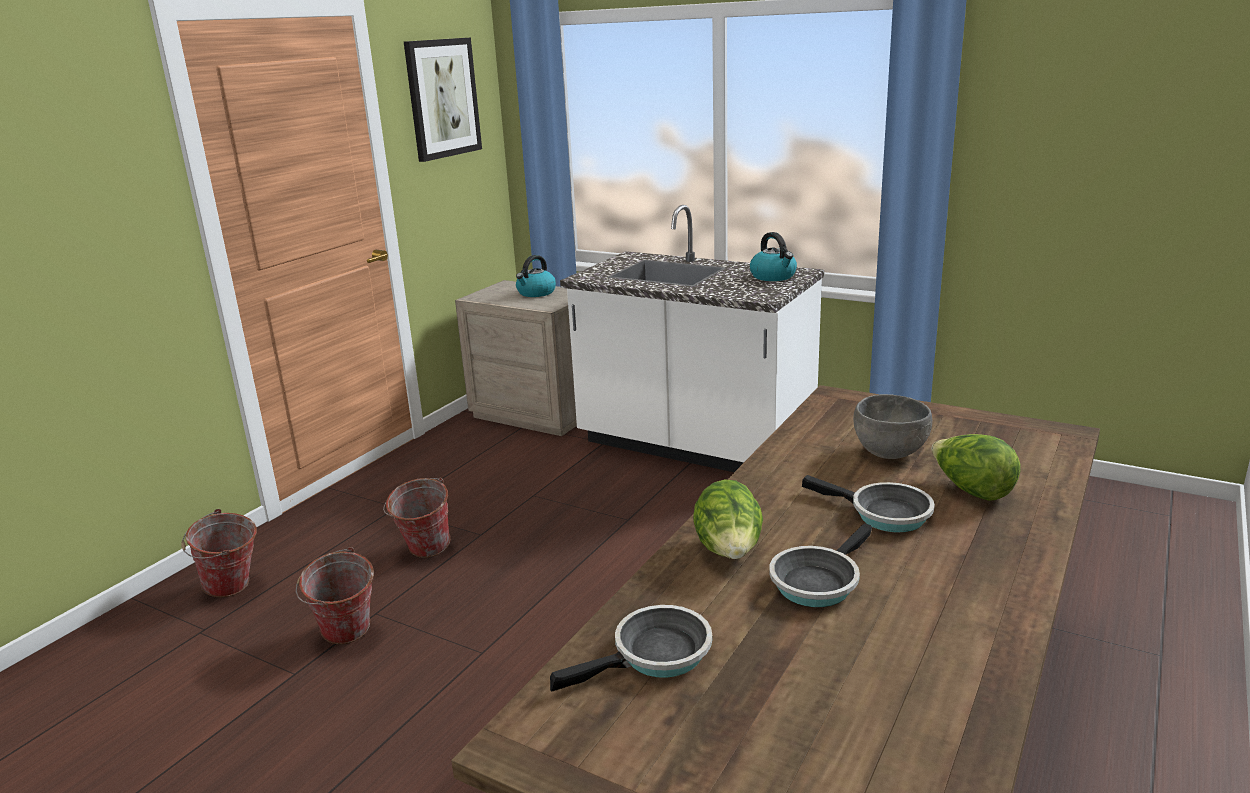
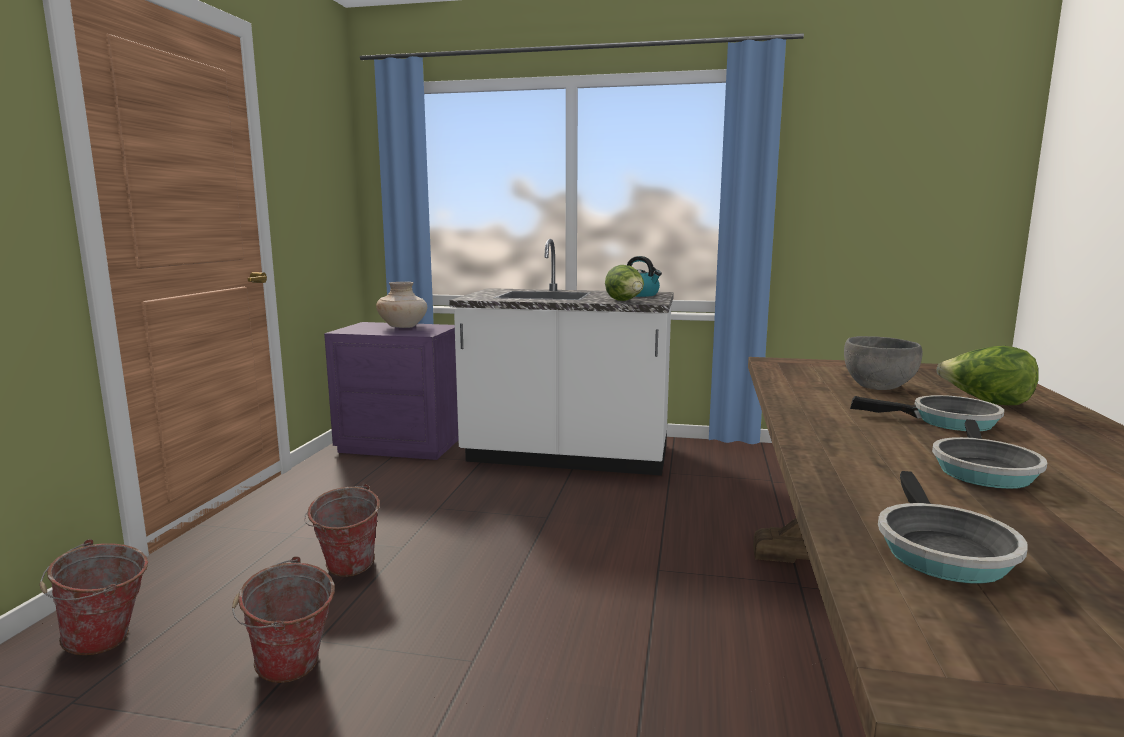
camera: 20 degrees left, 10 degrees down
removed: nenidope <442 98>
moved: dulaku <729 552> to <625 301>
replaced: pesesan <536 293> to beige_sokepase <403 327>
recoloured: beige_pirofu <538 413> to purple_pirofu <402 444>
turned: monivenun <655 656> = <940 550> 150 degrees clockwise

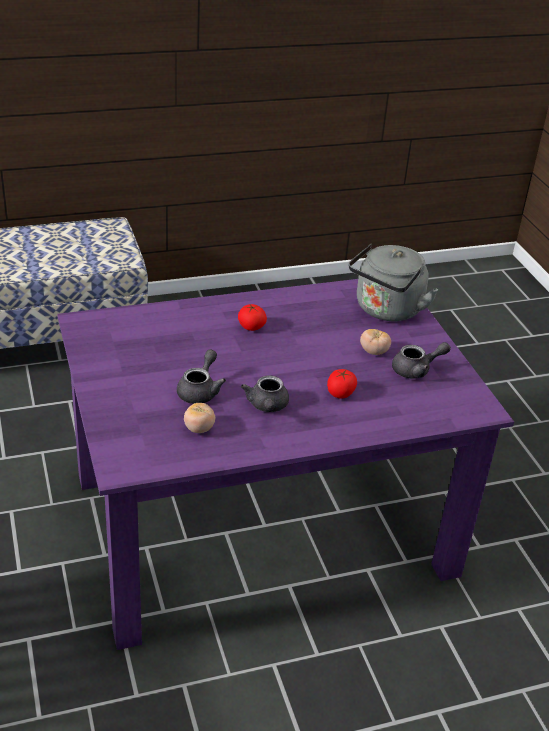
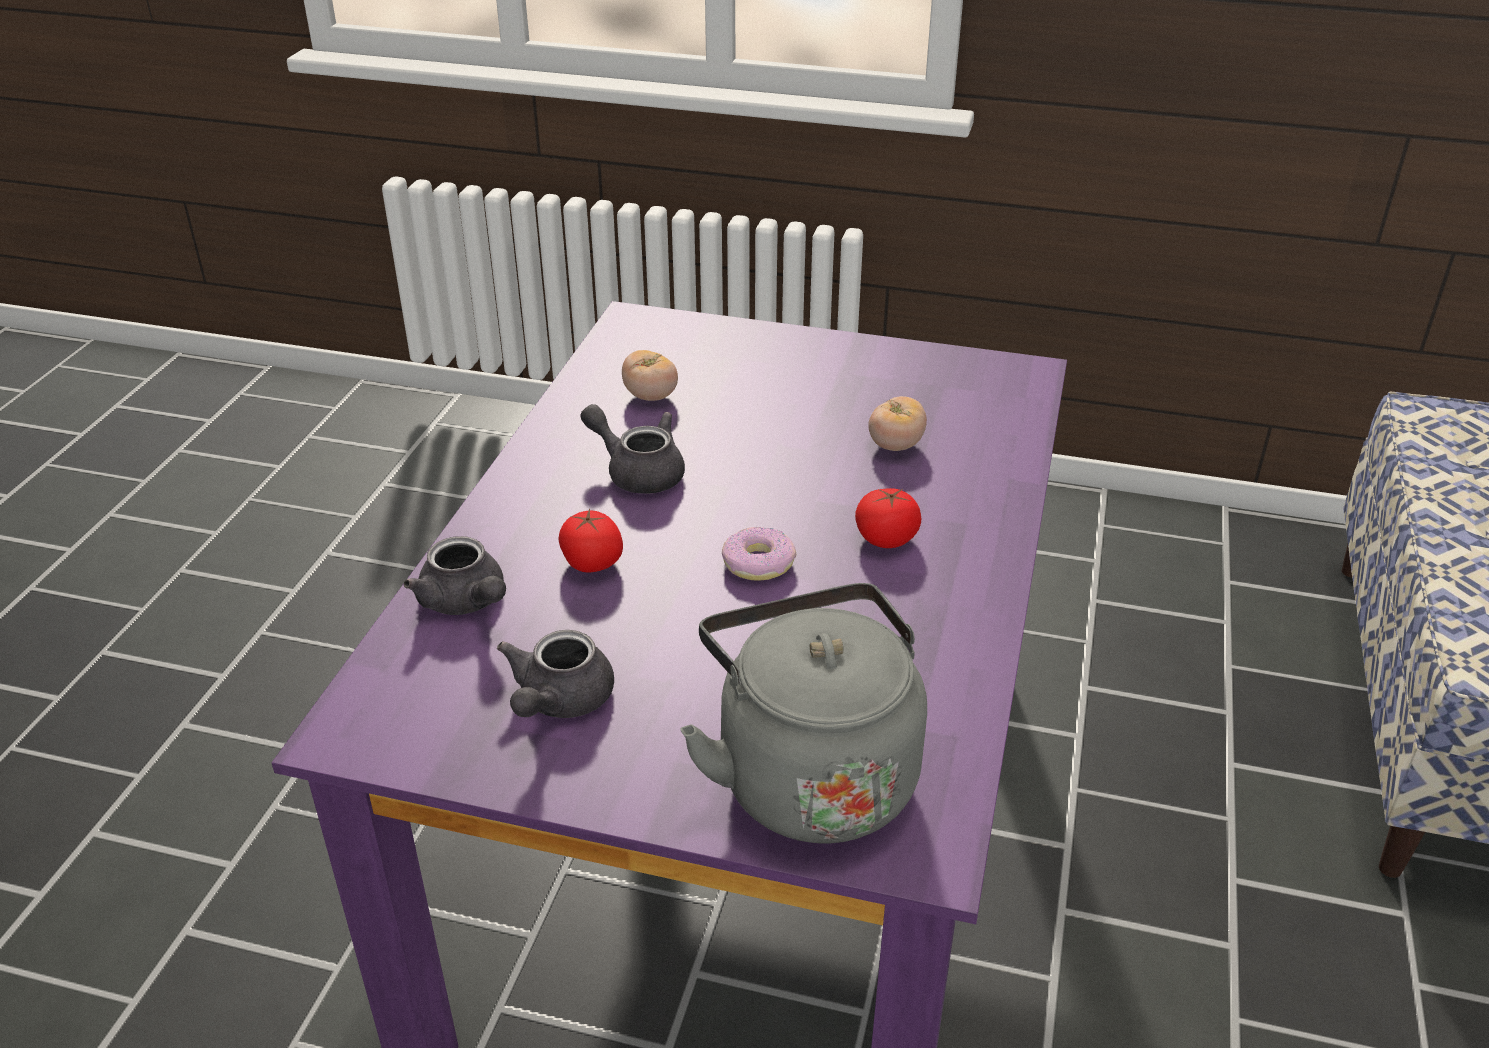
camera: 125 degrees right, 0 degrees up
added: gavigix <758 563>
moved: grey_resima <200 390> to <466 602>; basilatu <374 352> to <895 445>

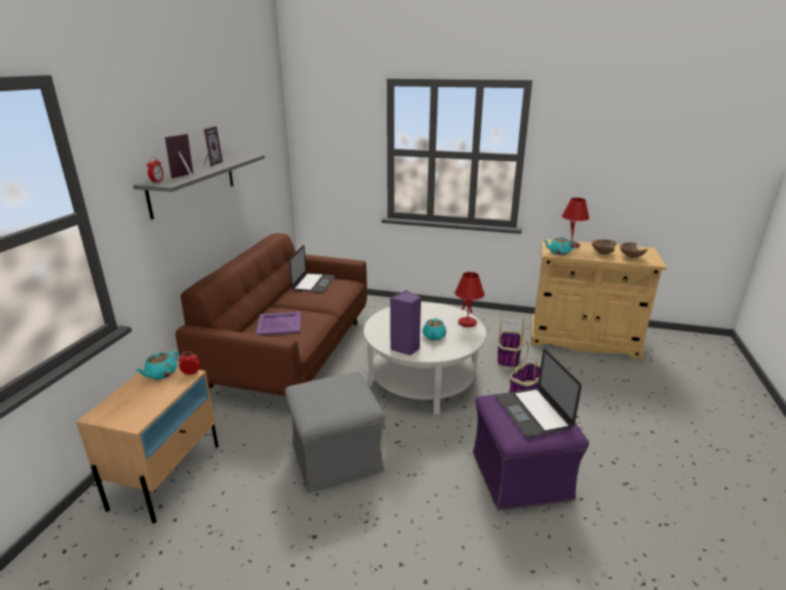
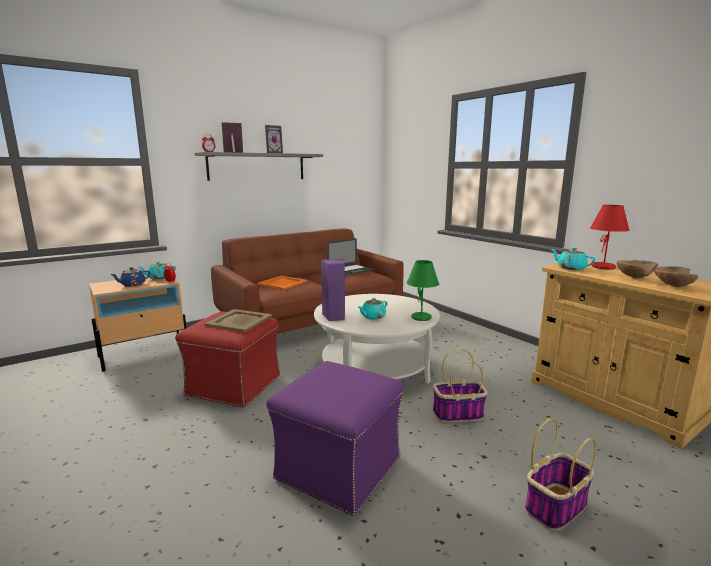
camera: 40 degrees right, 10 degrees down
removed: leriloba <533 412>
added: blue_resima <132 285>; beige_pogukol <239 320>
moved: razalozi <508 357> to <556 506>
recoloured: purple_pogukol <279 324> to orange_pogukol <282 283>; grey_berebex <335 457> to red_berebex <233 385>; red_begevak <467 323> to green_begevak <421 318>

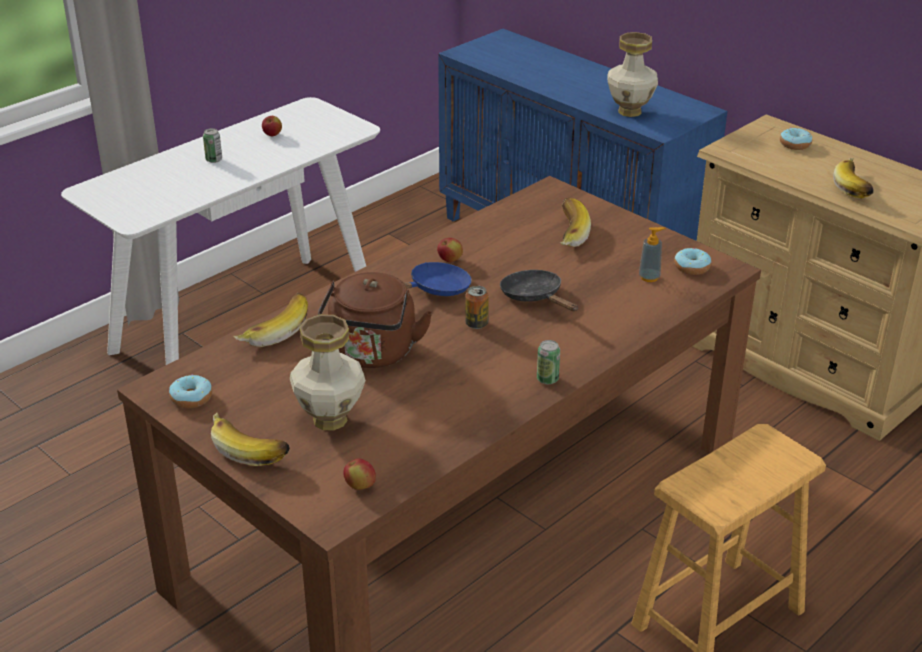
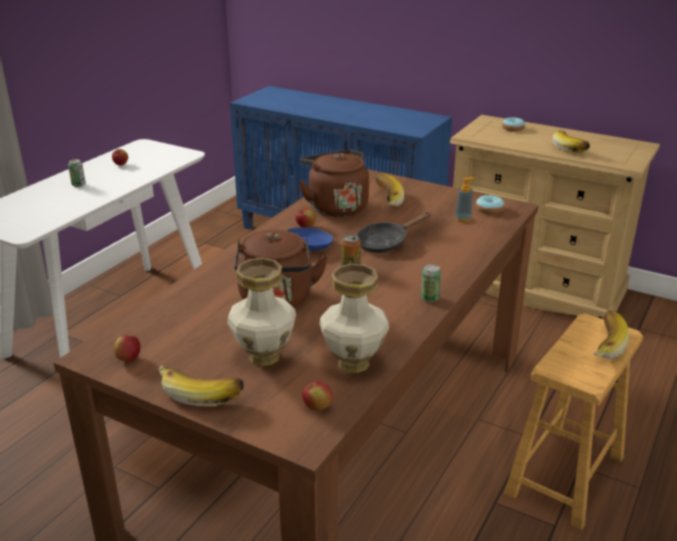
camera: 15 degrees left, 5 degrees down
added: brown_pesesan <335 206>
moved: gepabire <273 330> to <602 344>; sokepase <629 111> to <352 363>
replaced: gavigix <191 398> to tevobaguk <129 359>
turned: black_monivenun <534 297> = <385 243> 75 degrees counterclockwise

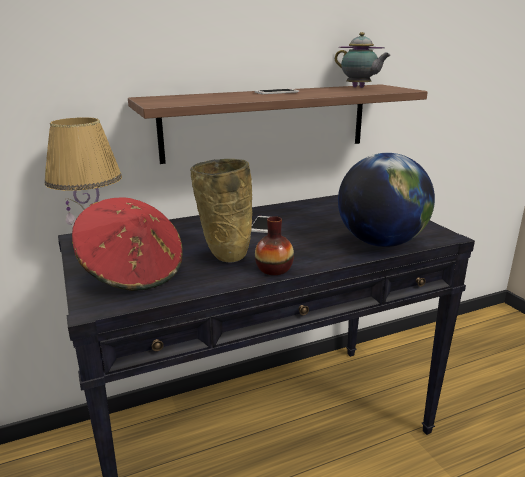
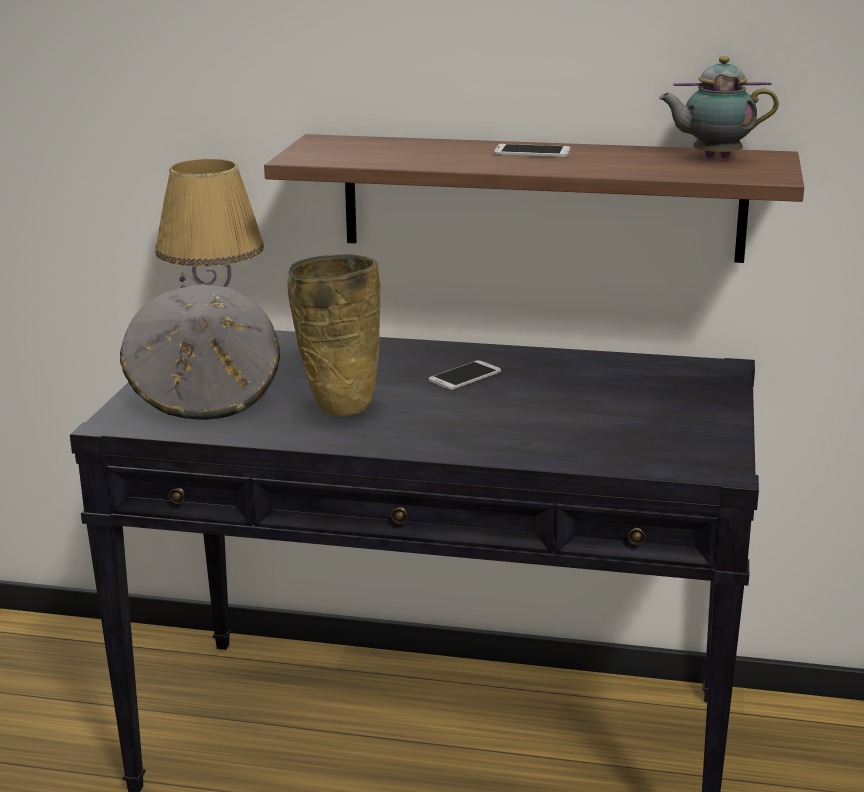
camera: 35 degrees right, 0 degrees up
removed: sokepase <274 269>; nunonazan <380 242>
recoloured: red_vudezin <133 273> to grey_vudezin <205 396>
turned: resima <359 87> = <713 157> 105 degrees clockwise

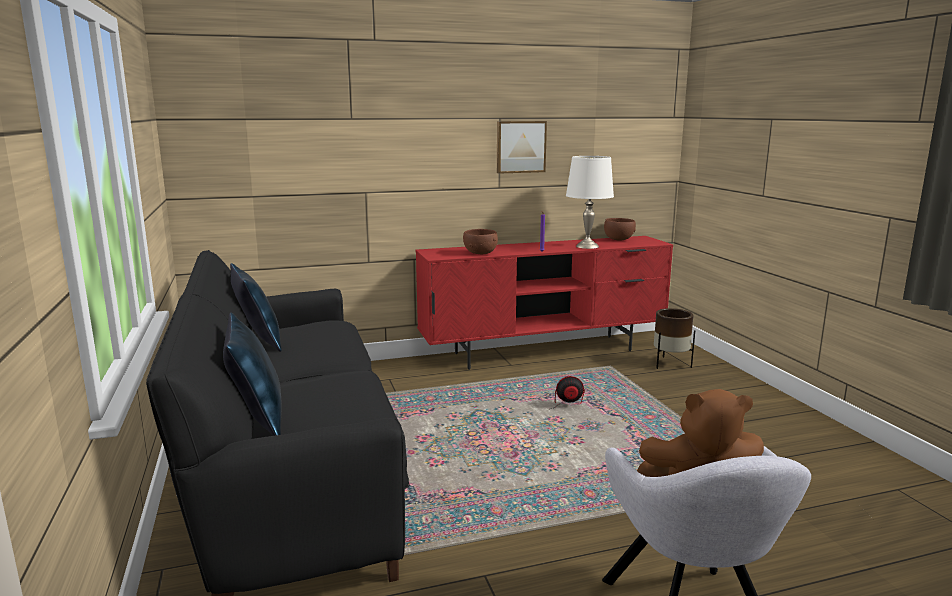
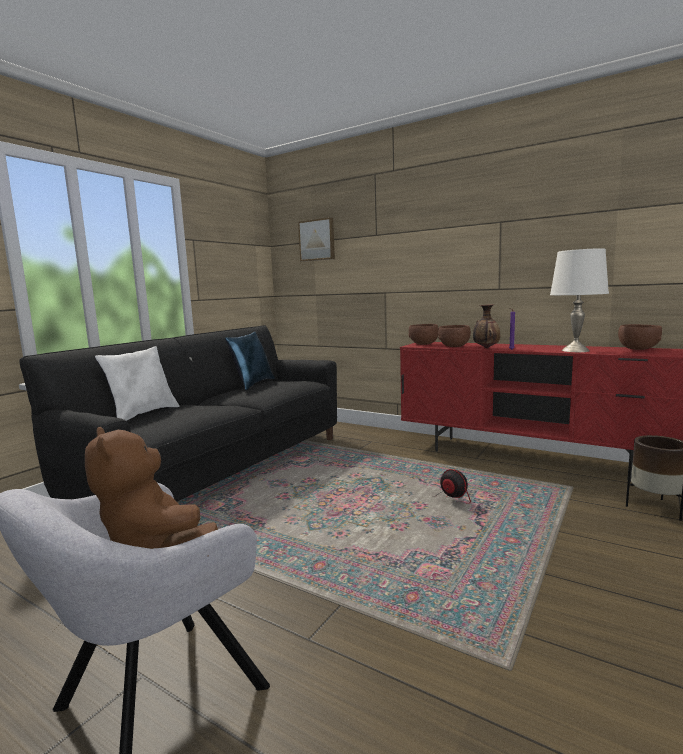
camera: 50 degrees right, 5 degrees down
added: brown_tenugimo <424 344>; sokepase <486 348>
moved: nenidope <520 147> to <317 240>
recoloured: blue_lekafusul <257 420> to white_lekafusul <143 414>

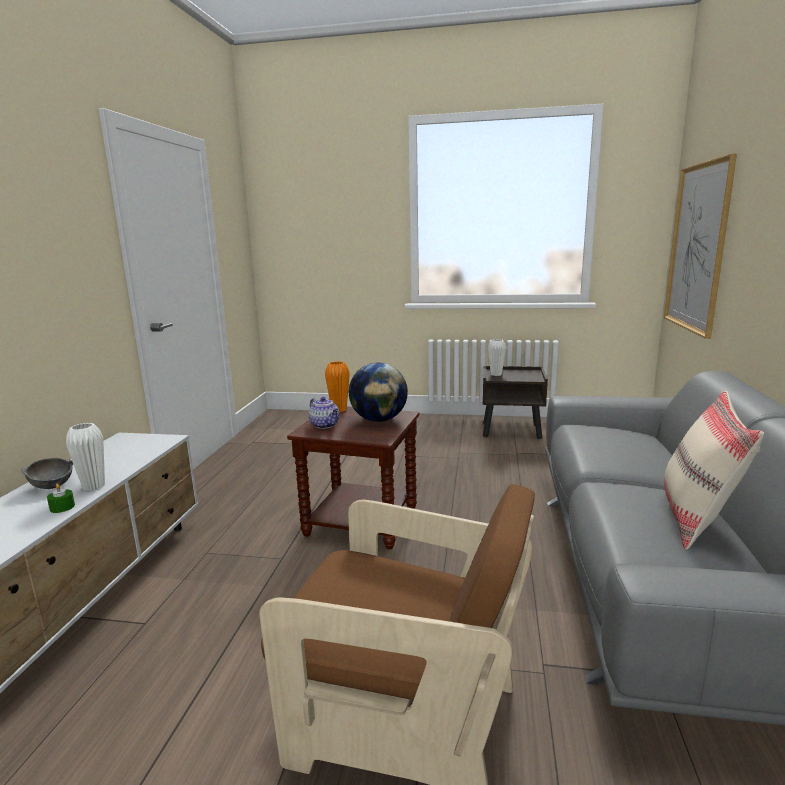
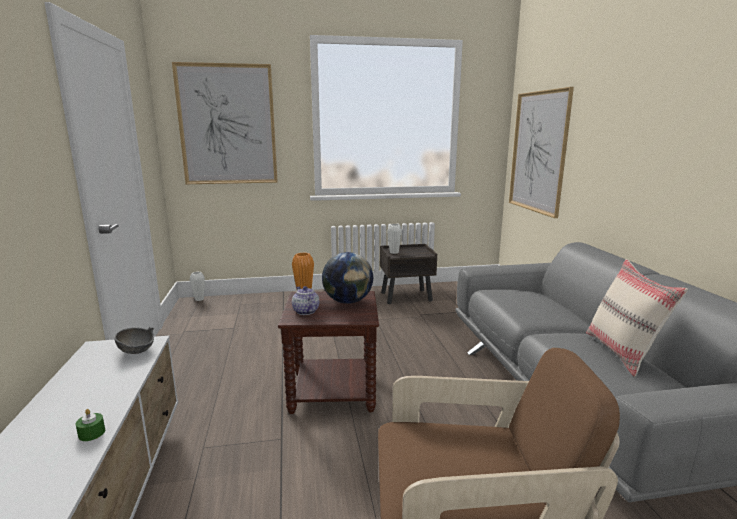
camera: 20 degrees left, 0 degrees up
added: nenidope <227 125>
moved: grey_tenugimo <52 486> to <137 351>; white_sokepase <94 486> to <199 299>
turned: resima <325 425> = <305 311> 150 degrees counterclockwise

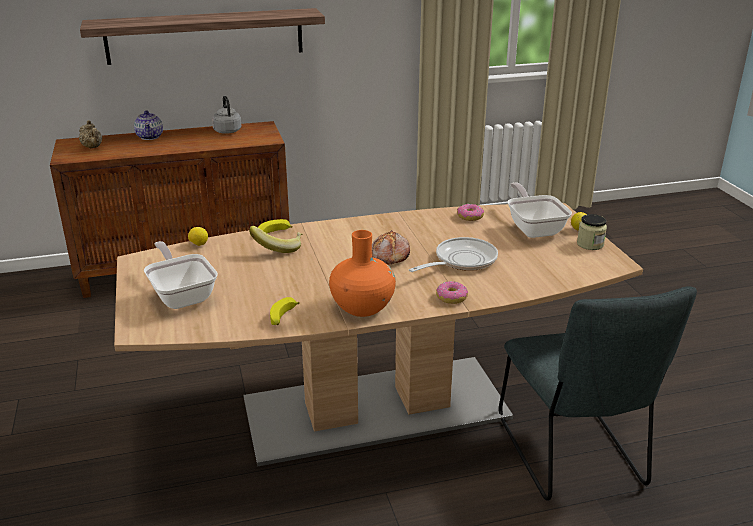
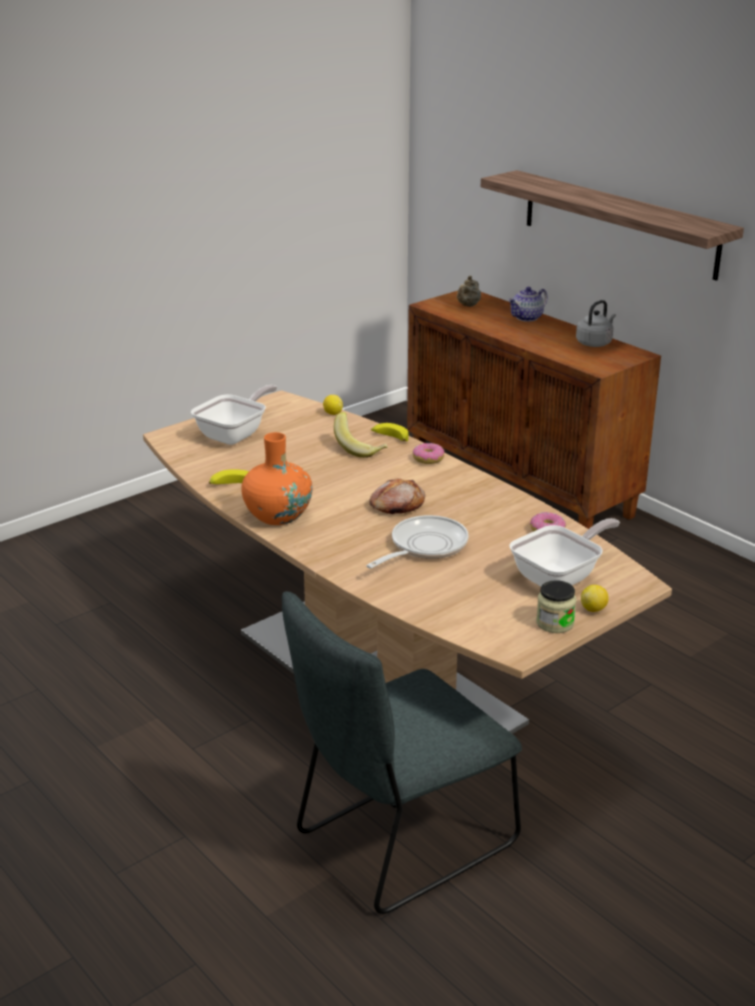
camera: 65 degrees right, 0 degrees up
moved: gavigix <451 297> to <428 459>
turned: monivenun <461 261> = <424 547> 75 degrees counterclockwise

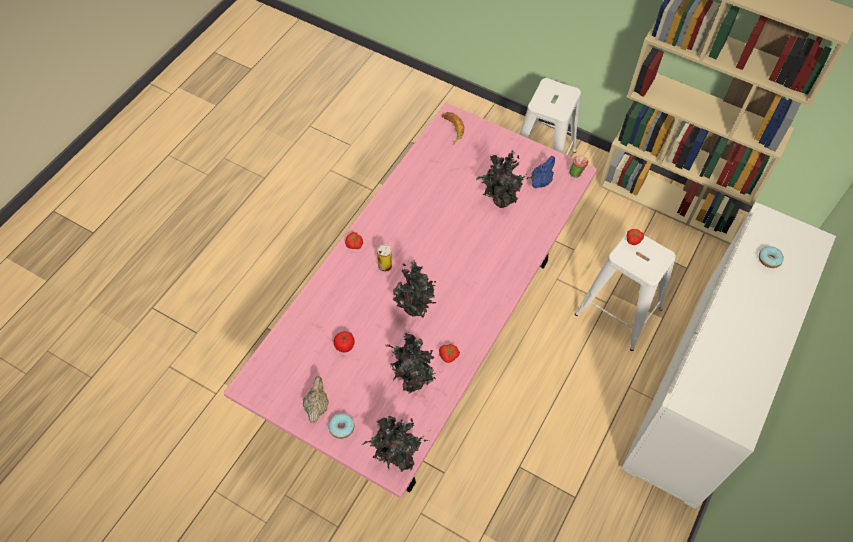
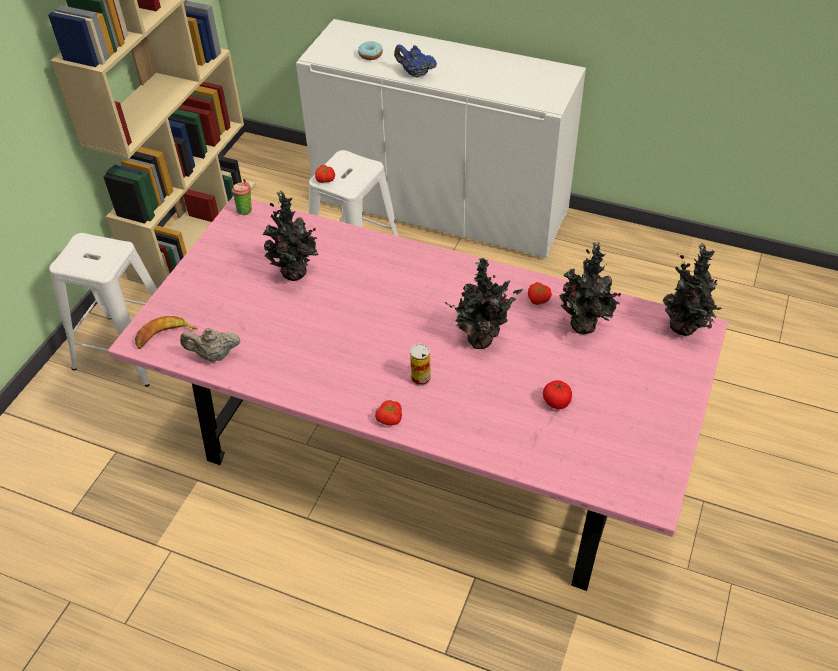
camera: 95 degrees left, 10 degrees down
removed: gavigix <341 427>
moved: beige_resima <316 406> to <214 355>; blue_resima <541 181> to <415 73>

